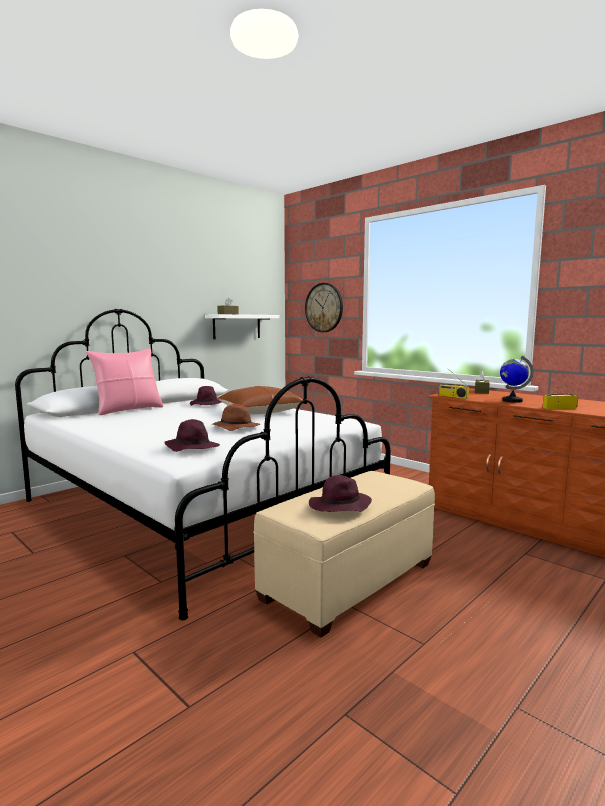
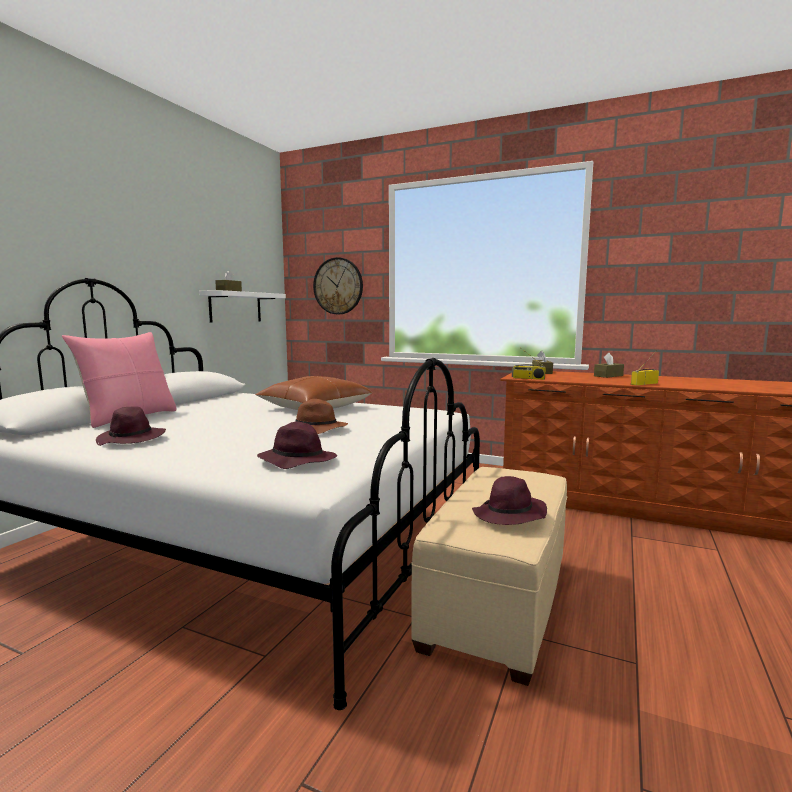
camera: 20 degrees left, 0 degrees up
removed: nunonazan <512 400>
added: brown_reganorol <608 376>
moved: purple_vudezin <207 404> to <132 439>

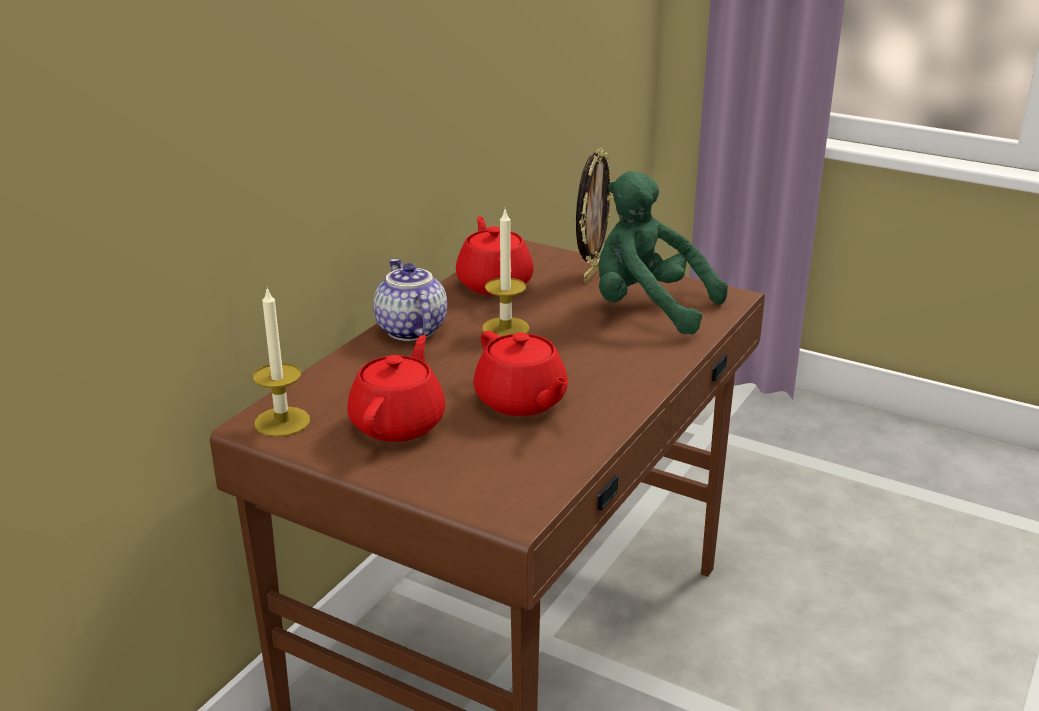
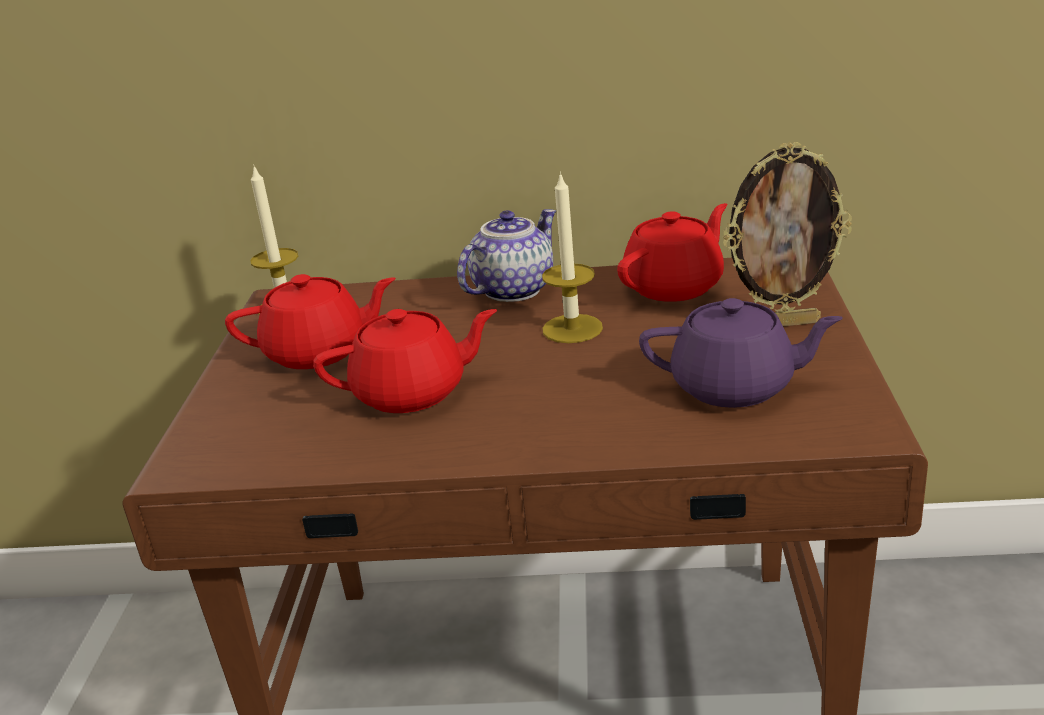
camera: 65 degrees right, 0 degrees up
replaced: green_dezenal <648 309> to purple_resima <735 387>
turned: red_resima <521 401> = <412 392> 135 degrees counterclockwise

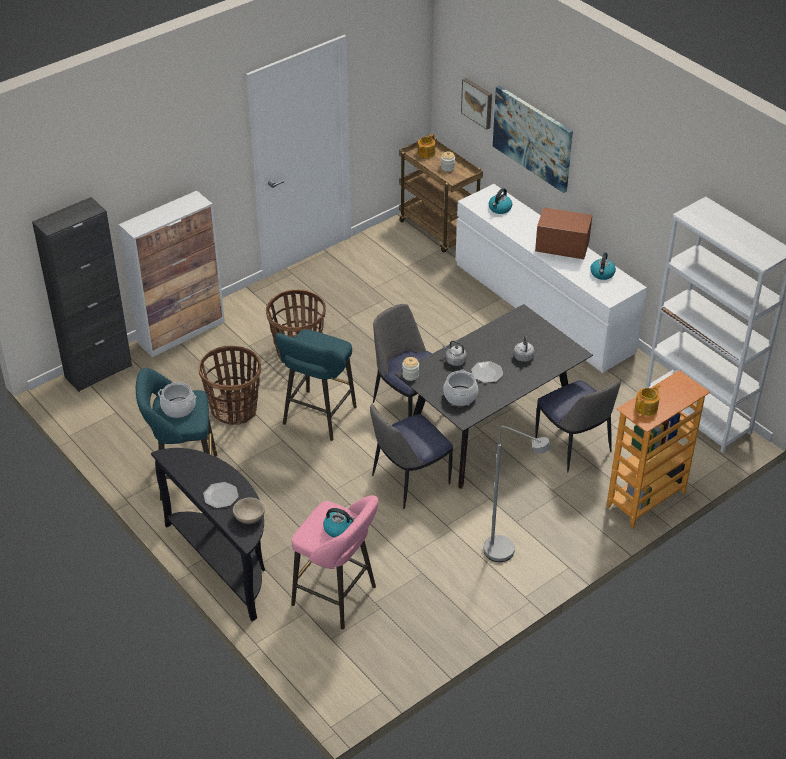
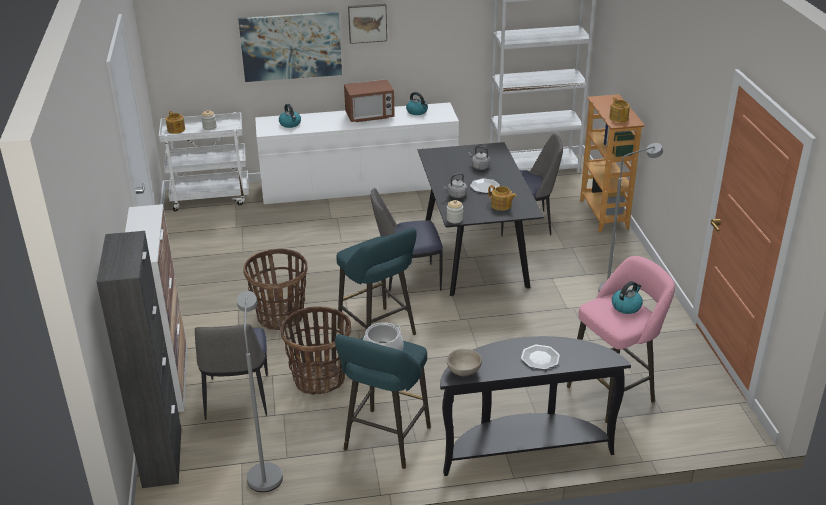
camera: 60 degrees left, 10 degrees down
added: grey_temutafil <265 471>
moved: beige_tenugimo <249 518> to <464 371>; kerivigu <409 481> to <237 399>; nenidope <478 102> to <367 22>
replaced: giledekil <460 396> to resima <501 205>
recoloured: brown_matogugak <439 230> to white_matogugak <211 198>
turned: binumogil <562 248> = <369 116> 150 degrees counterclockwise

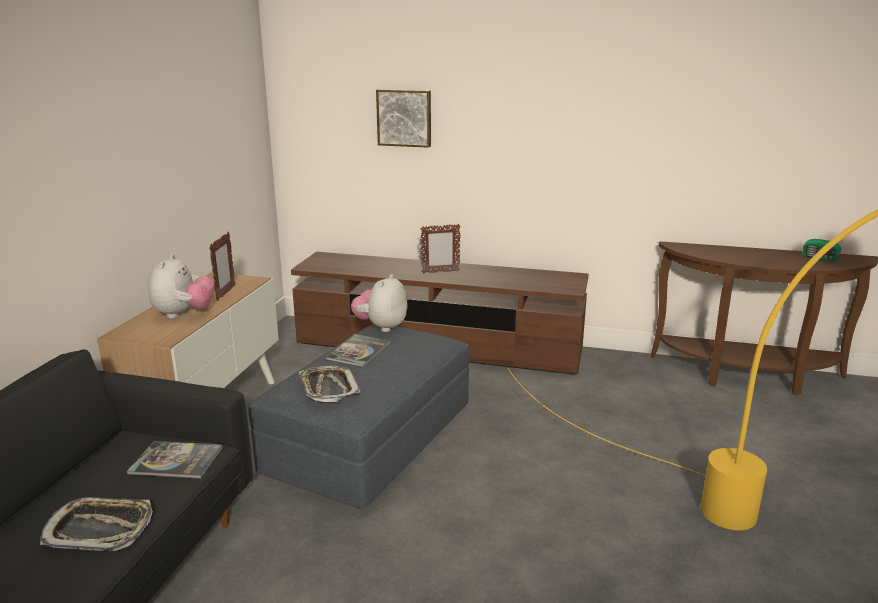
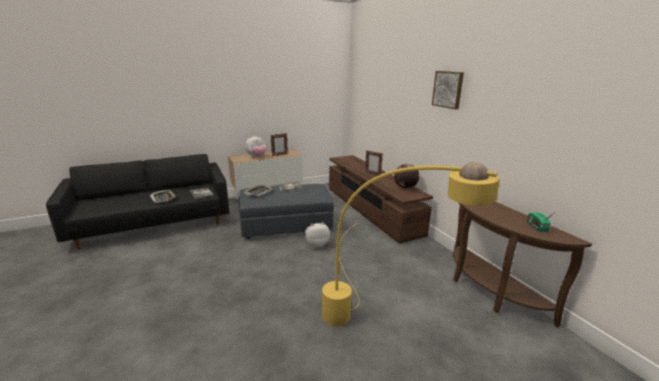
camera: 50 degrees right, 0 degrees up
added: nunonazan <405 188>
moved: dezenal <381 327> to <316 244>; nenidope <404 118> to <448 89>

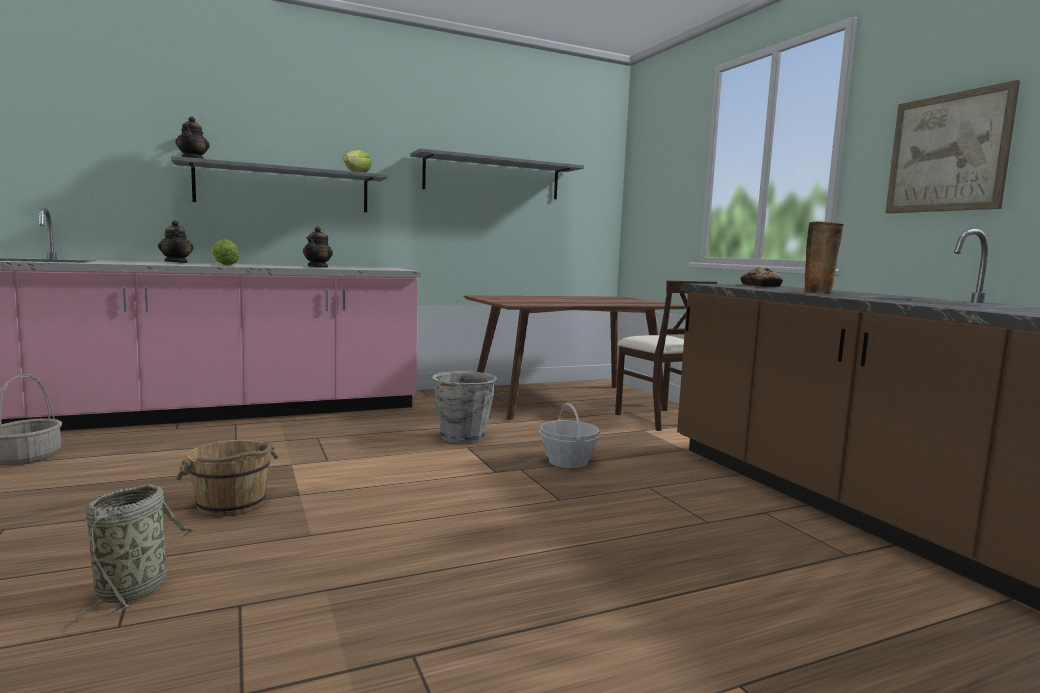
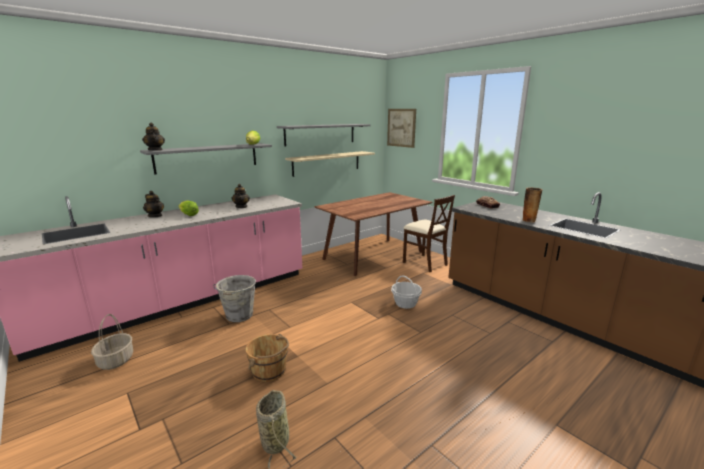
camera: 15 degrees left, 10 degrees up
added: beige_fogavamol <327 163>
moved: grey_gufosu <462 437> to <239 316>; nenidope <947 153> to <401 127>

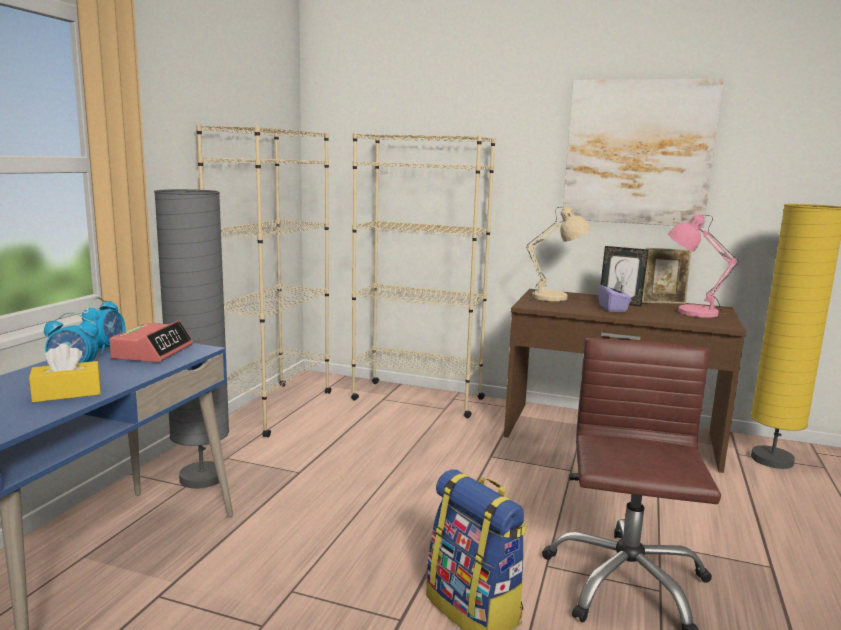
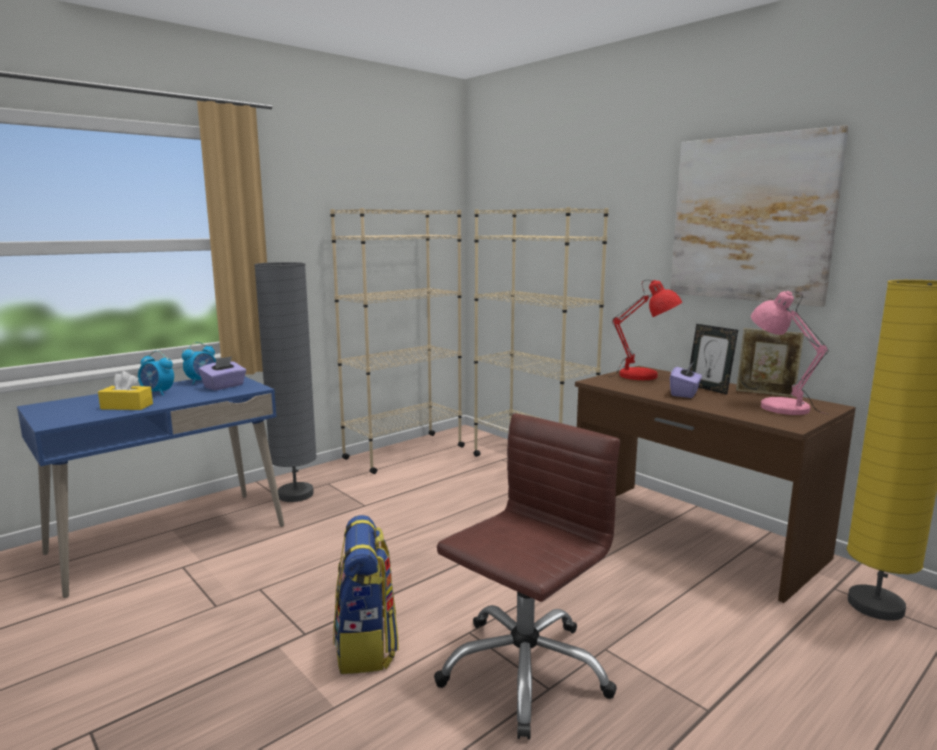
camera: 30 degrees right, 0 degrees up
replaced: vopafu <153 352> to purple_reganorol <224 386>
recoloured: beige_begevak <554 298> to red_begevak <643 376>

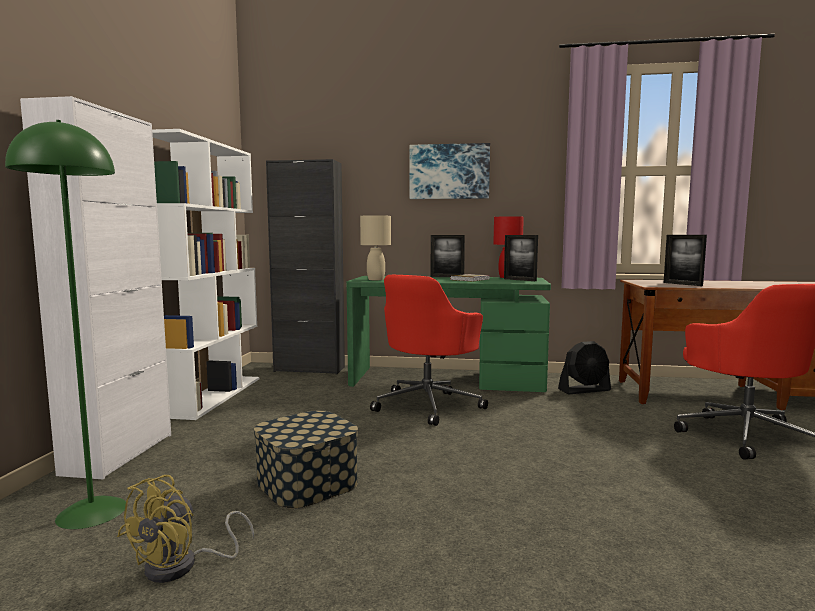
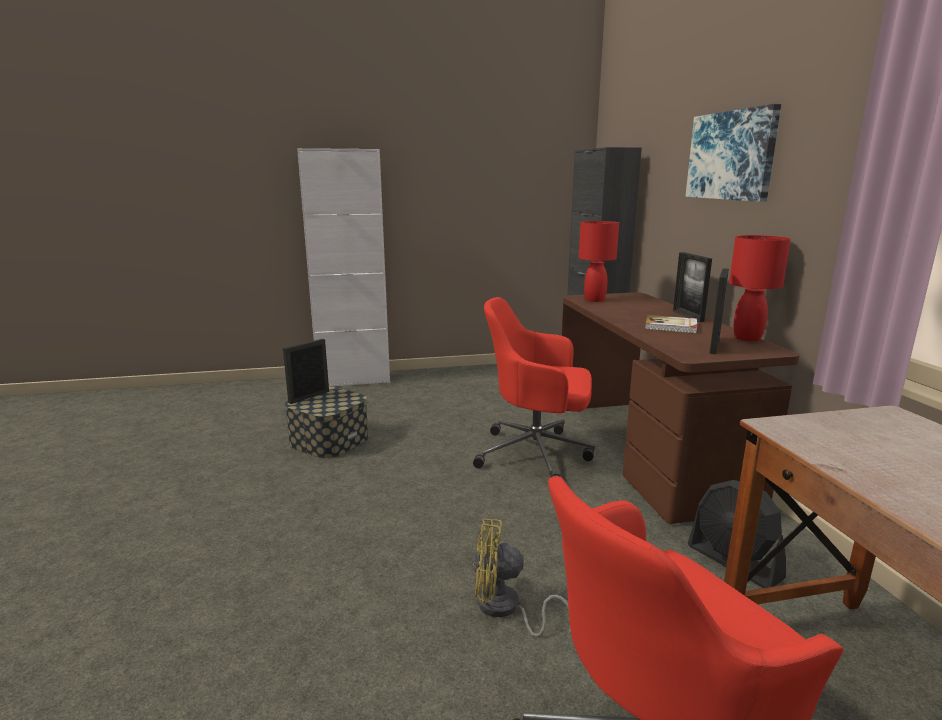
camera: 70 degrees right, 10 degrees up
removed: green_temutafil <92 512>; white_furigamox <213 396>
moved: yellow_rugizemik <182 566> to <505 609>; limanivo <682 284> to <309 397>
recoloured: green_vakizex <447 379> to brown_vakizex <645 451>; beige_begevak <376 279> to red_begevak <594 300>

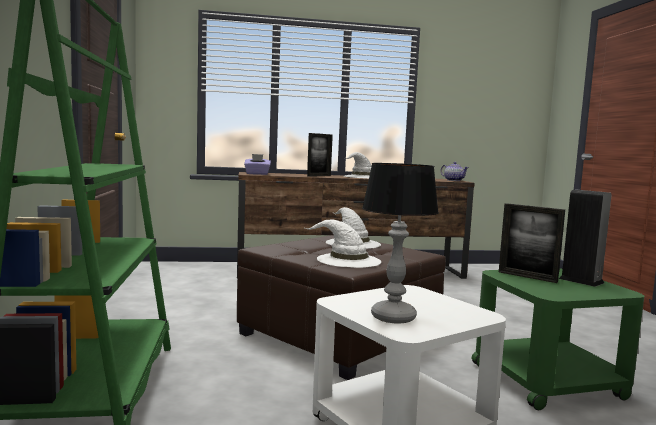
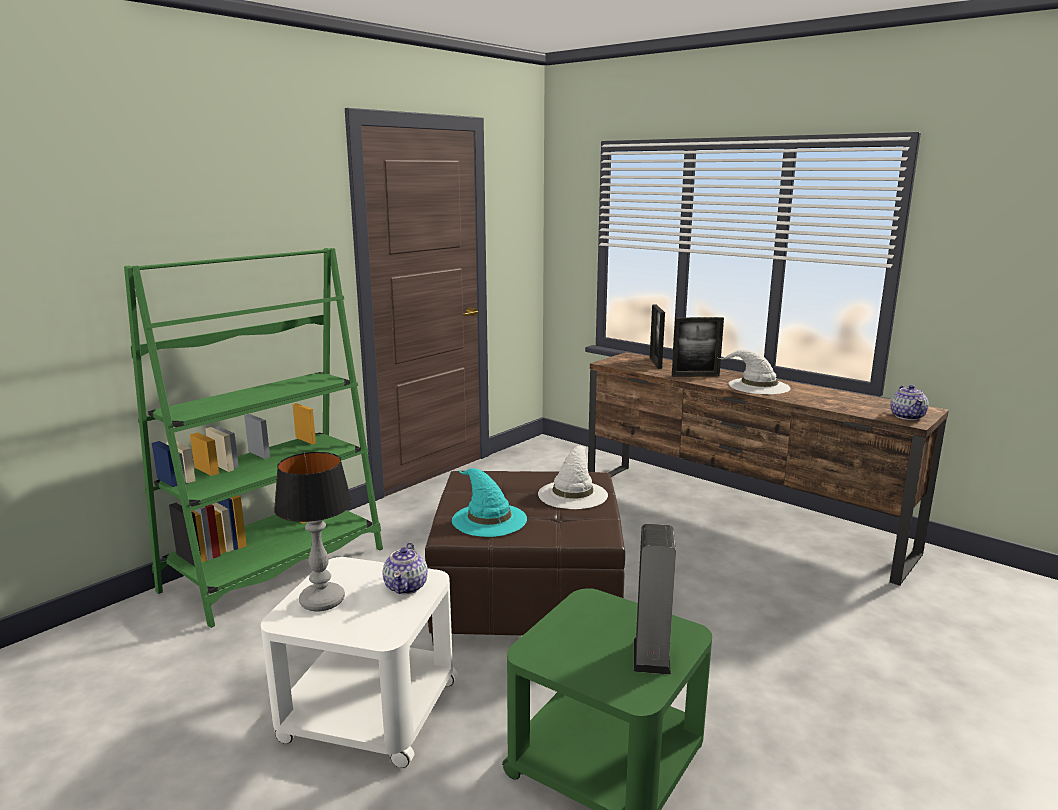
camera: 50 degrees right, 10 degrees up
removed: purple_reganorol <257 174>
added: resima <406 586>
moved: limanivo <527 277> to <655 363>
recoloured: white_vudezin <347 260> to turquoise_vudezin <488 519>

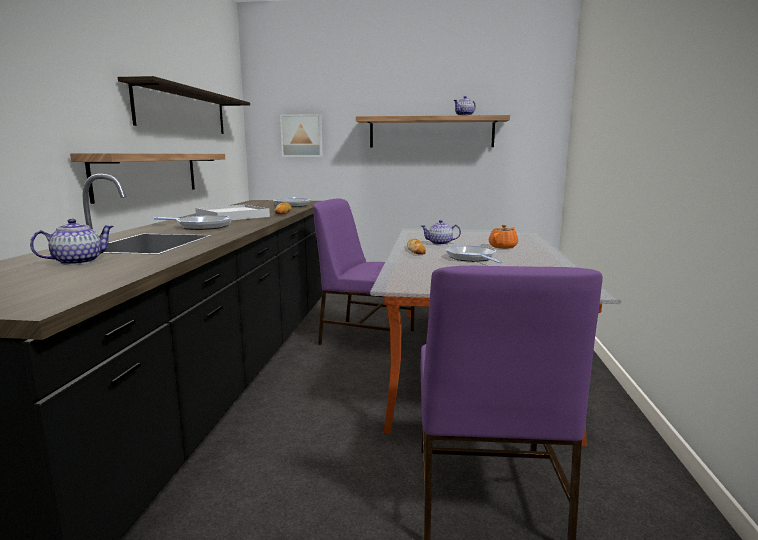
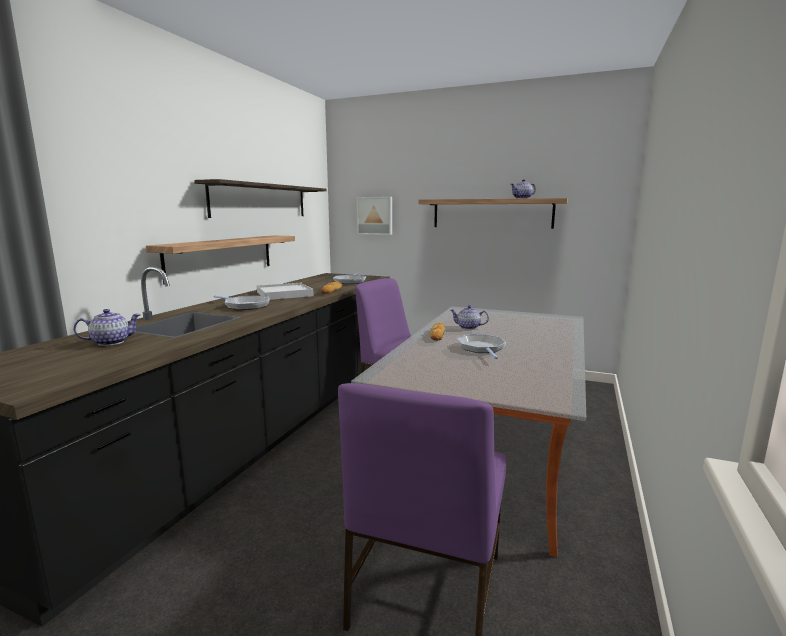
camera: 15 degrees right, 0 degrees up
removed: orange_resima <503 247>

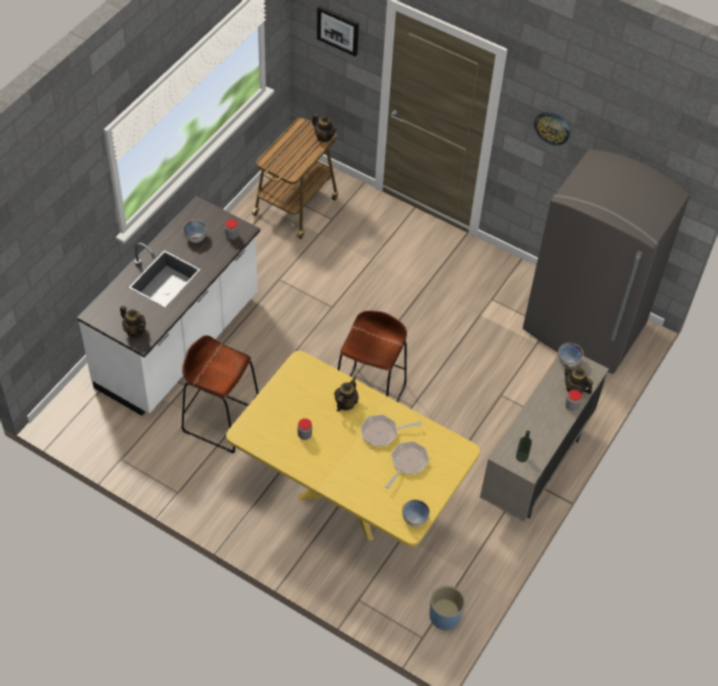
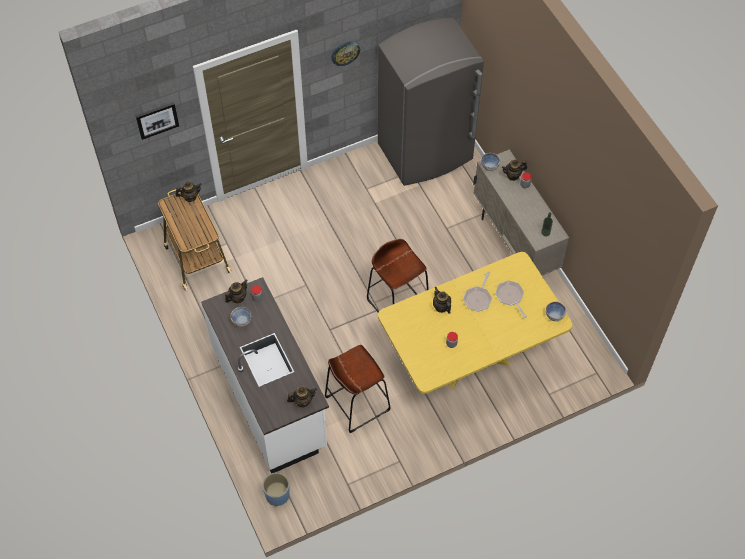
camera: 55 degrees left, 5 degrees up
added: resima <237 297>
moved: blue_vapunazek <445 616> to <277 495>

